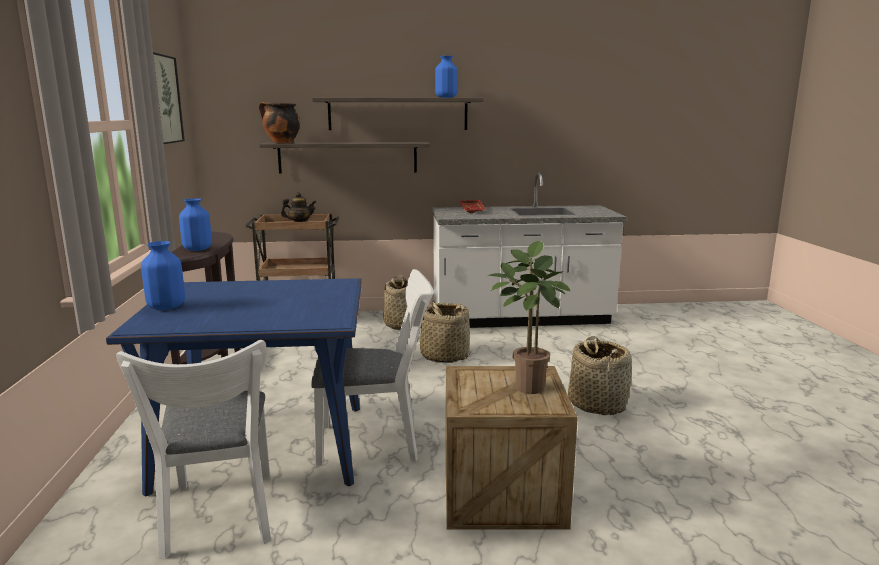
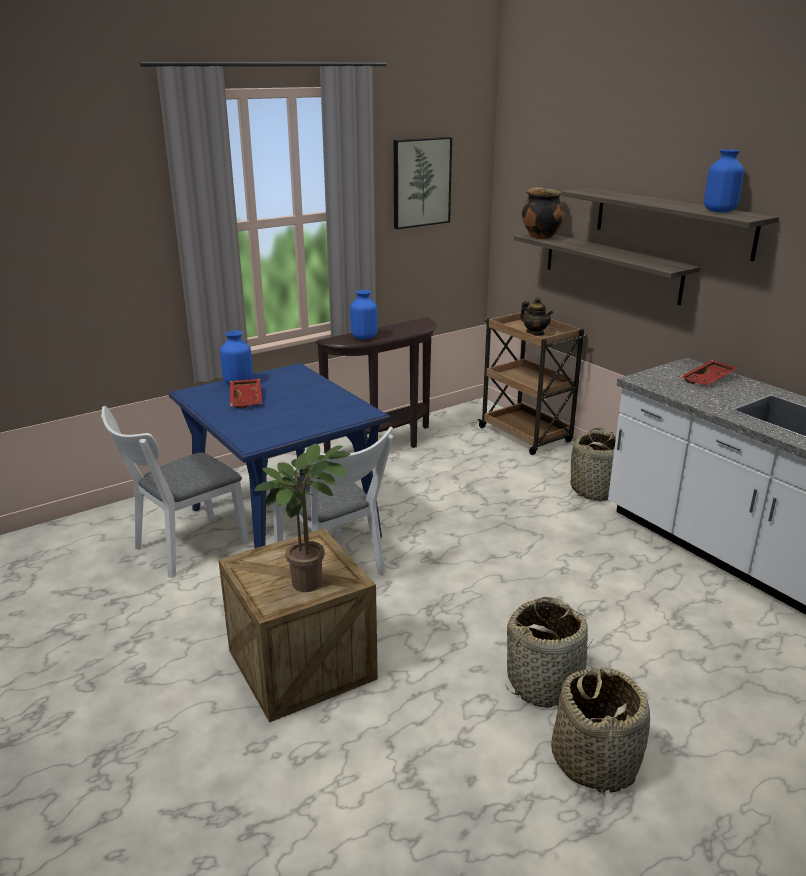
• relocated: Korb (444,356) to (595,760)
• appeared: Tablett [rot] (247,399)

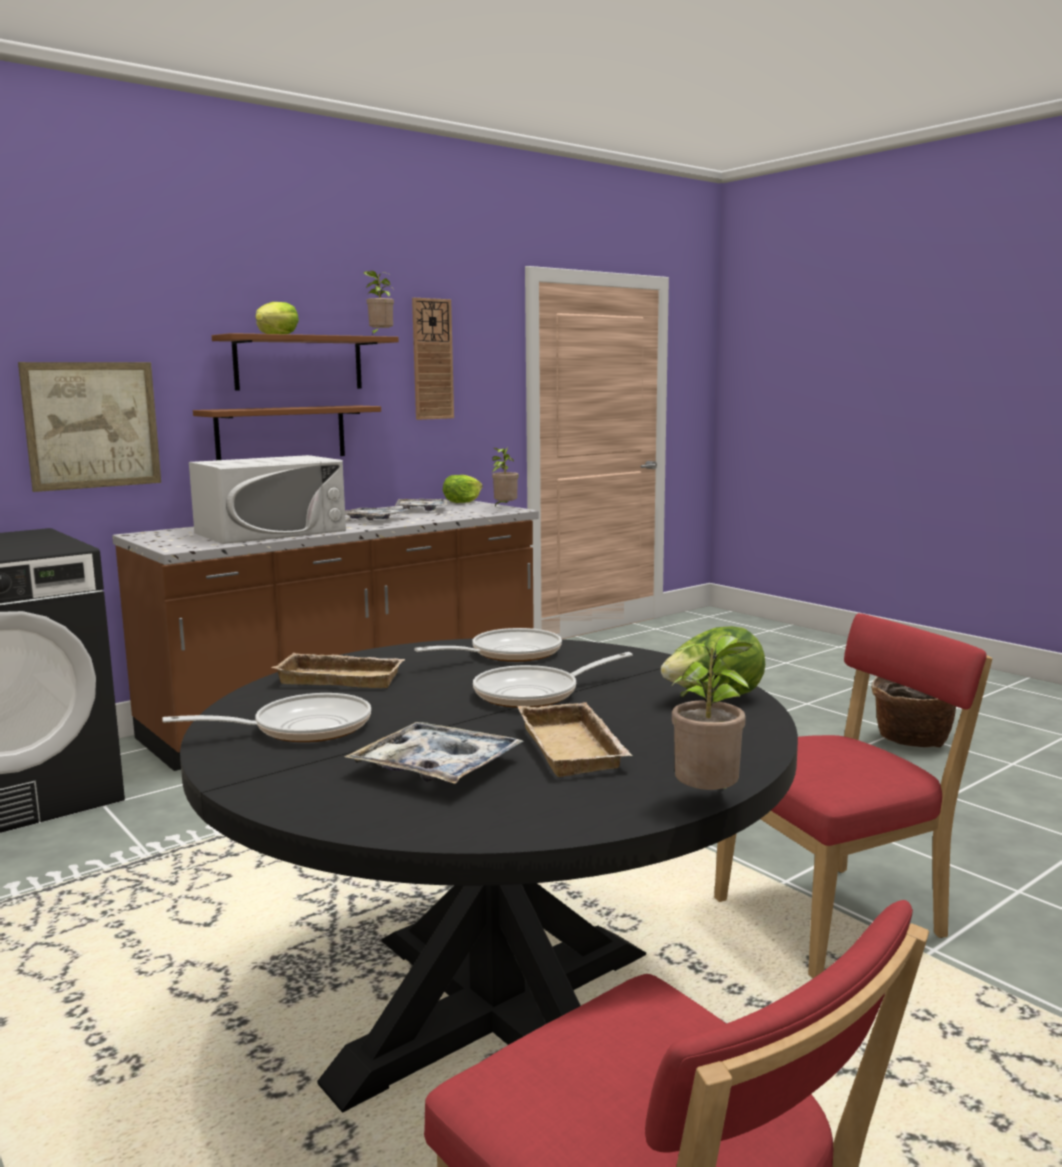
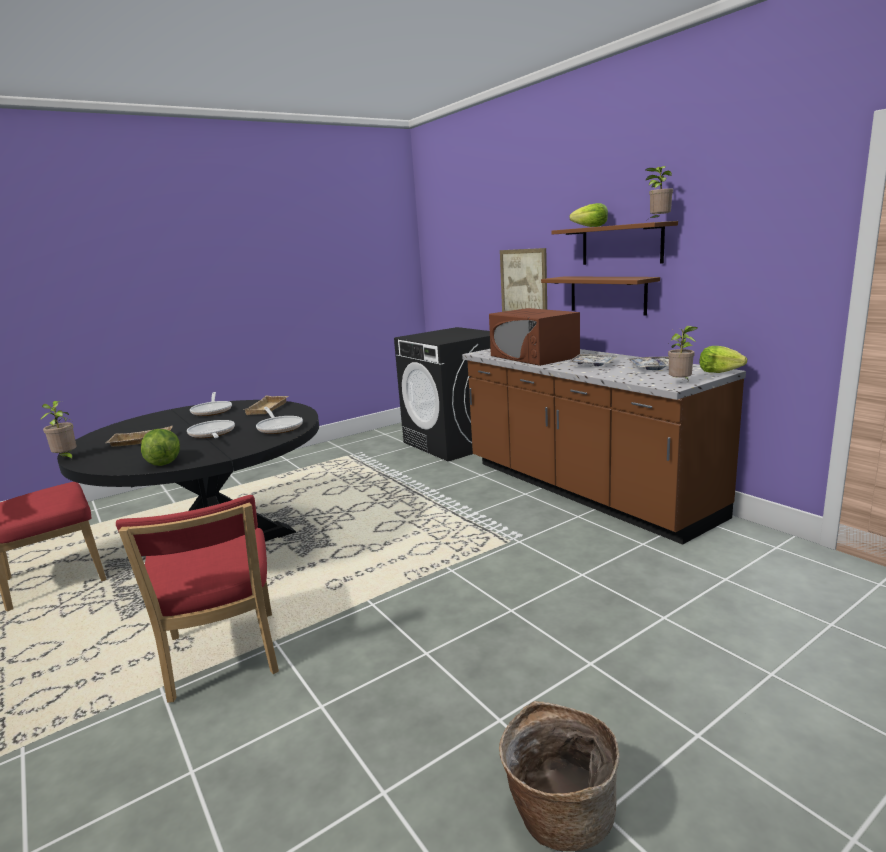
• missing: Wanduhr (432,359)
• colour: Mikrowelle [weiß] (271,532) to Mikrowelle [braun] (534,356)
• missing: Tablett (436,767)

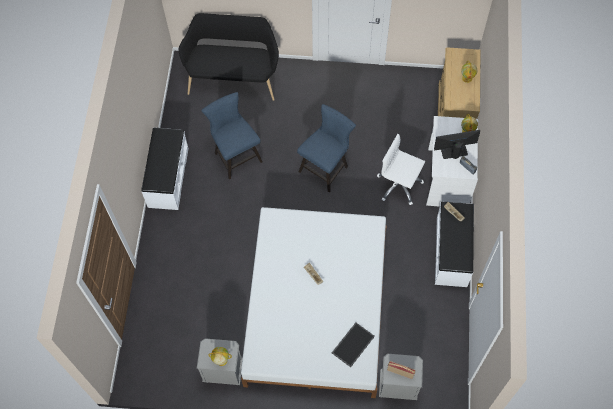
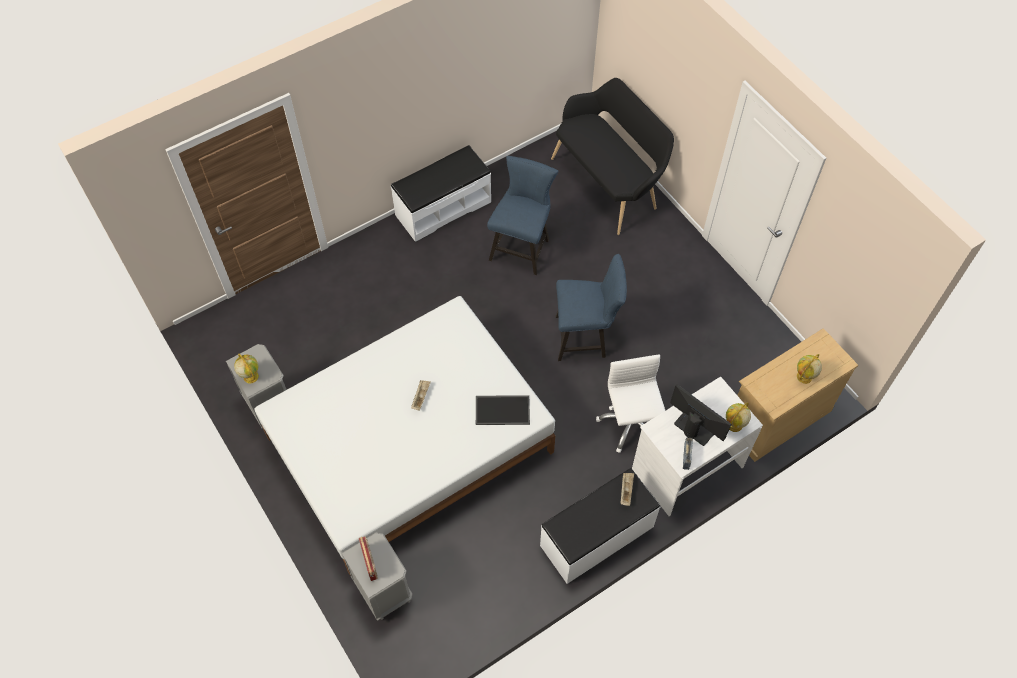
• relocated: Tablett (352,344) to (503,409)

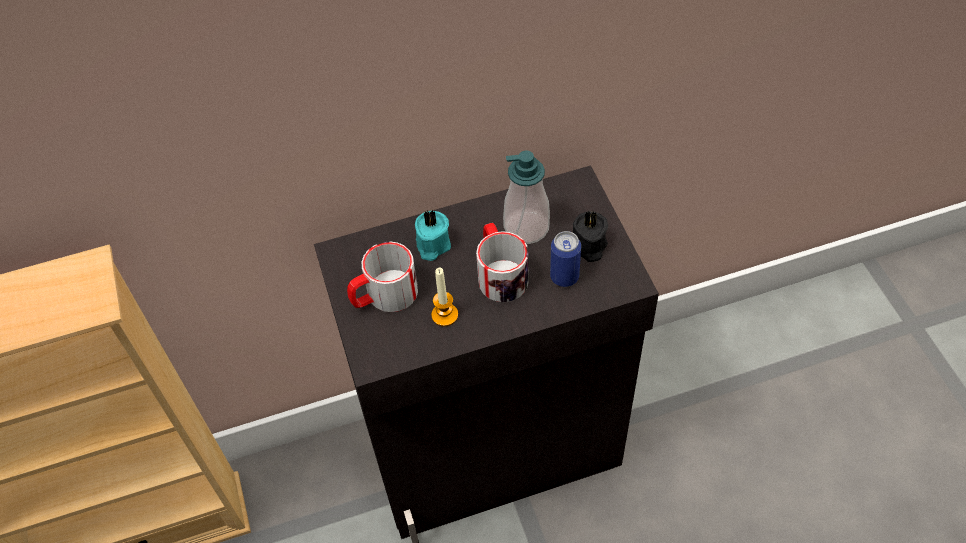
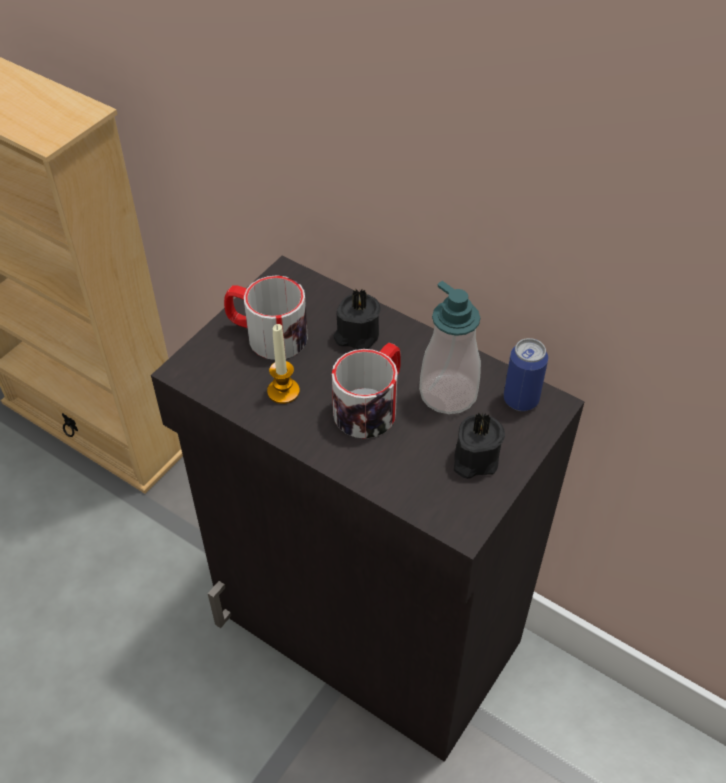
• colour: Kerze [türkis] (432,245) to Kerze [schwarz] (356,335)
• relocated: Dose (564,277) to (521,400)

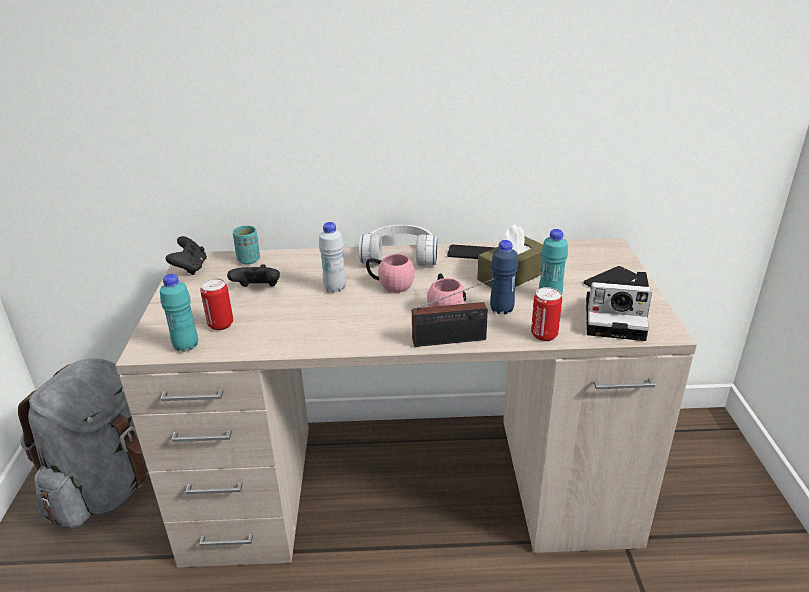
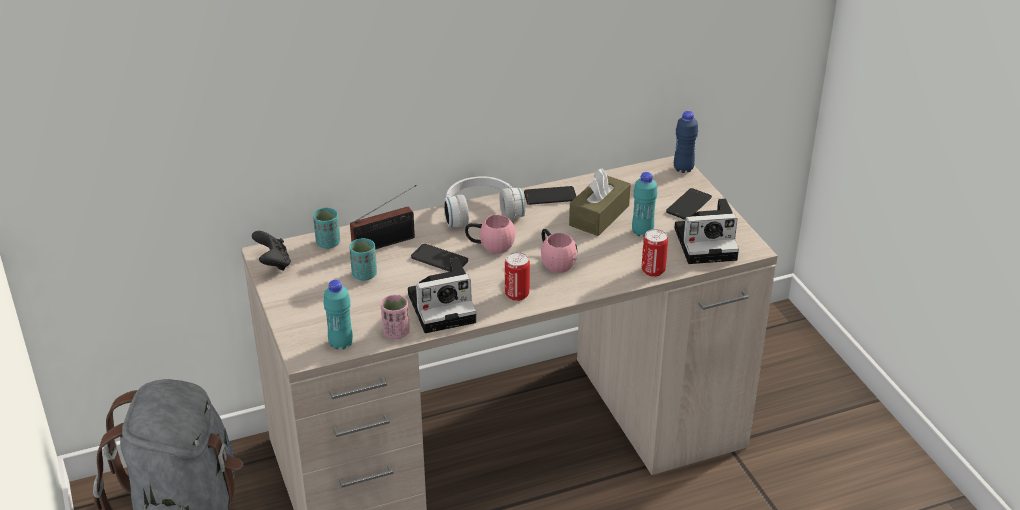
• exchanged: Flasche [weiß] (335,288) to Handy (439,259)
• relocated: Flasche [blau] (501,309) to (683,169)
• exchanged: Gamepad [schwarz] (258,290) to Tasse [türkis] (364,275)
• relocated: Dose (220,324) to (517,294)
• relocated: Radio (453,340) to (387,243)
• appeared: Kamera (444,307)
• appeared: Tasse [rosa] (396,332)

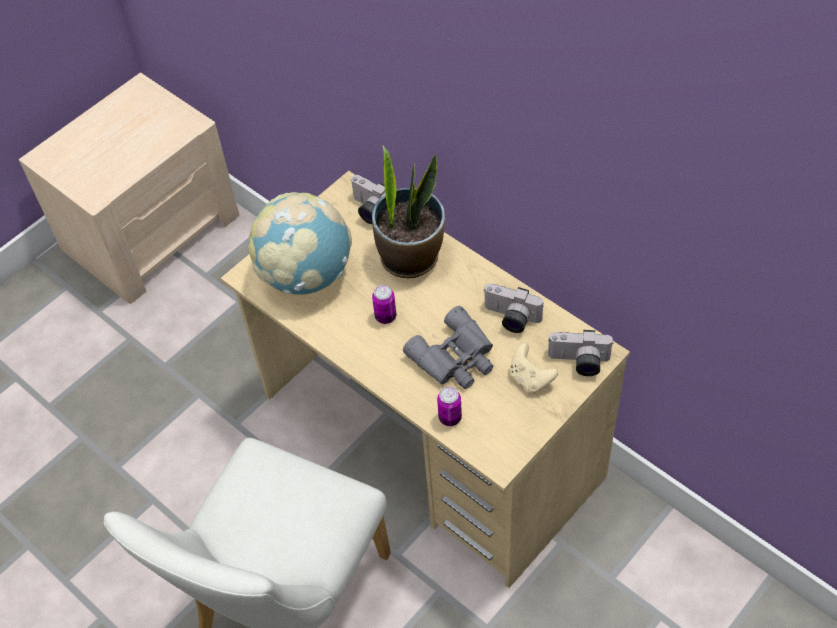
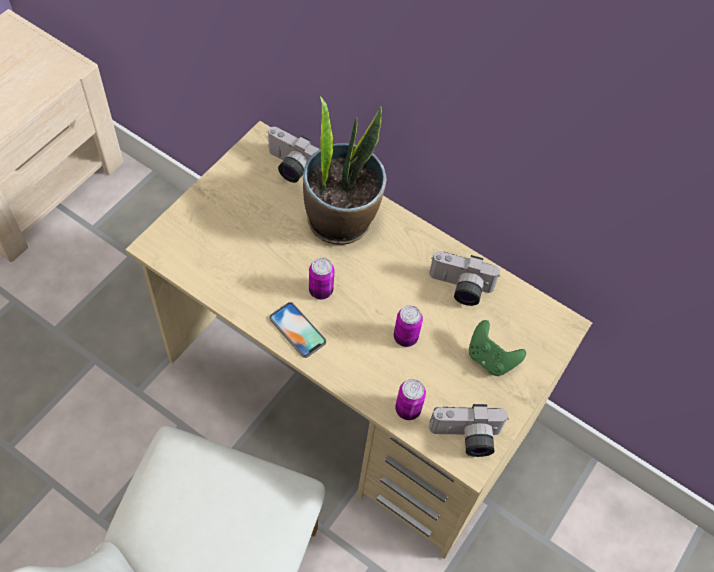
• missing: Globus (306,275)
• exchanged: Fernglas [grau] (456,358) to Dose (405,337)
• relocated: Kamera (579,363) to (465,438)
• colour: Gamepad [beige] (530,378) to Gamepad [grün] (490,358)
• appeared: Handy (297,330)

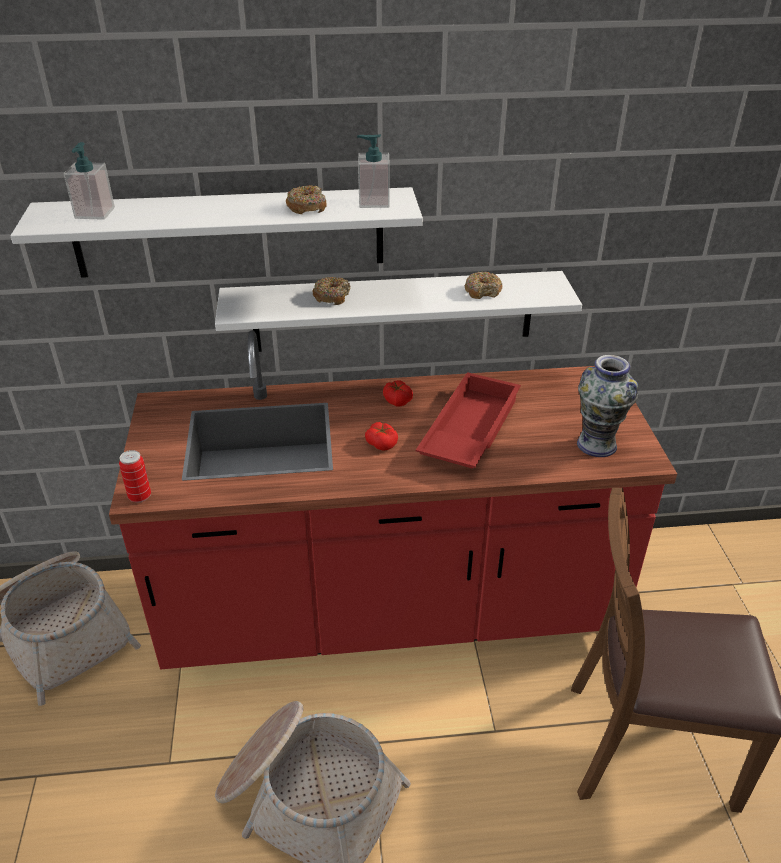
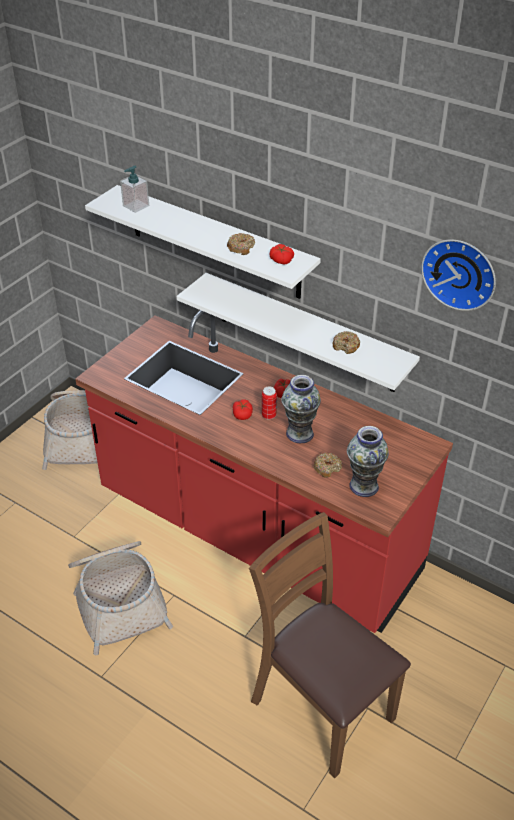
• exchanged: Seifenspender (374,202) to Tomate (281,260)
• relocated: Donut (332,296) to (327,468)
• exchanged: Tablett [rot] (468,430) to Vase (300,433)
• relocated: Dose (140,496) to (269,415)
• appeared: Wanduhr (460,272)

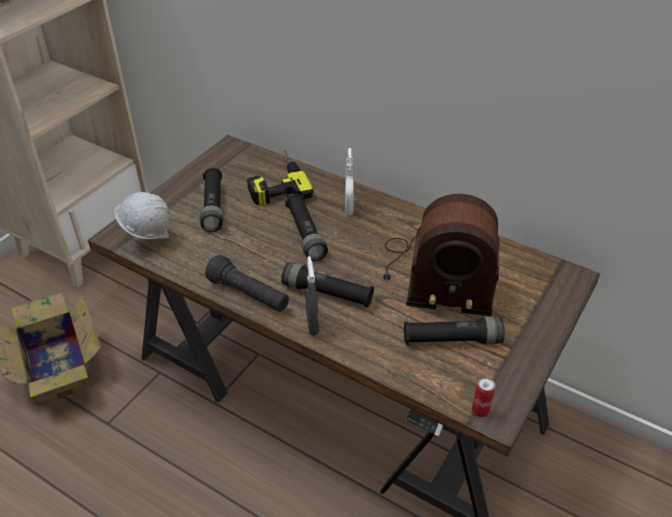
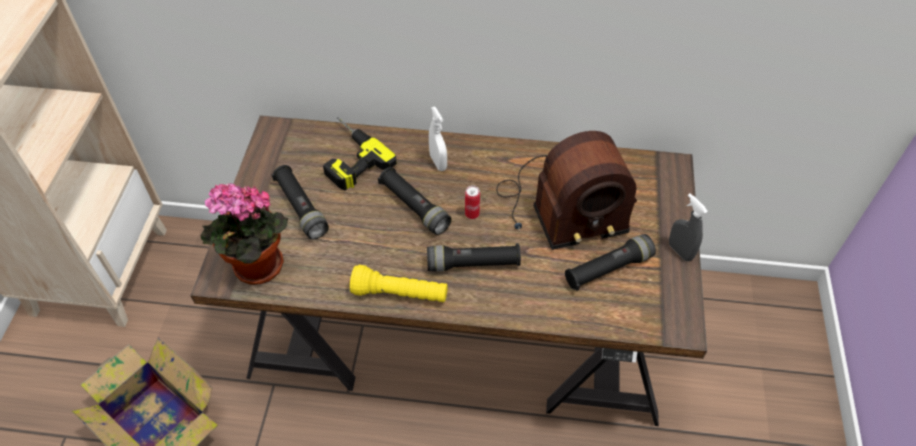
• exchanged: Schutzhelm [weiß] (148,238) to Topfpflanze (256,269)
• colour: Taschenlampe [schwarz] (249,295) to Taschenlampe [gelb] (400,294)
• relocated: Sprühflasche [grau] (312,325) to (680,251)
• relocated: Dose (480,411) to (472,214)

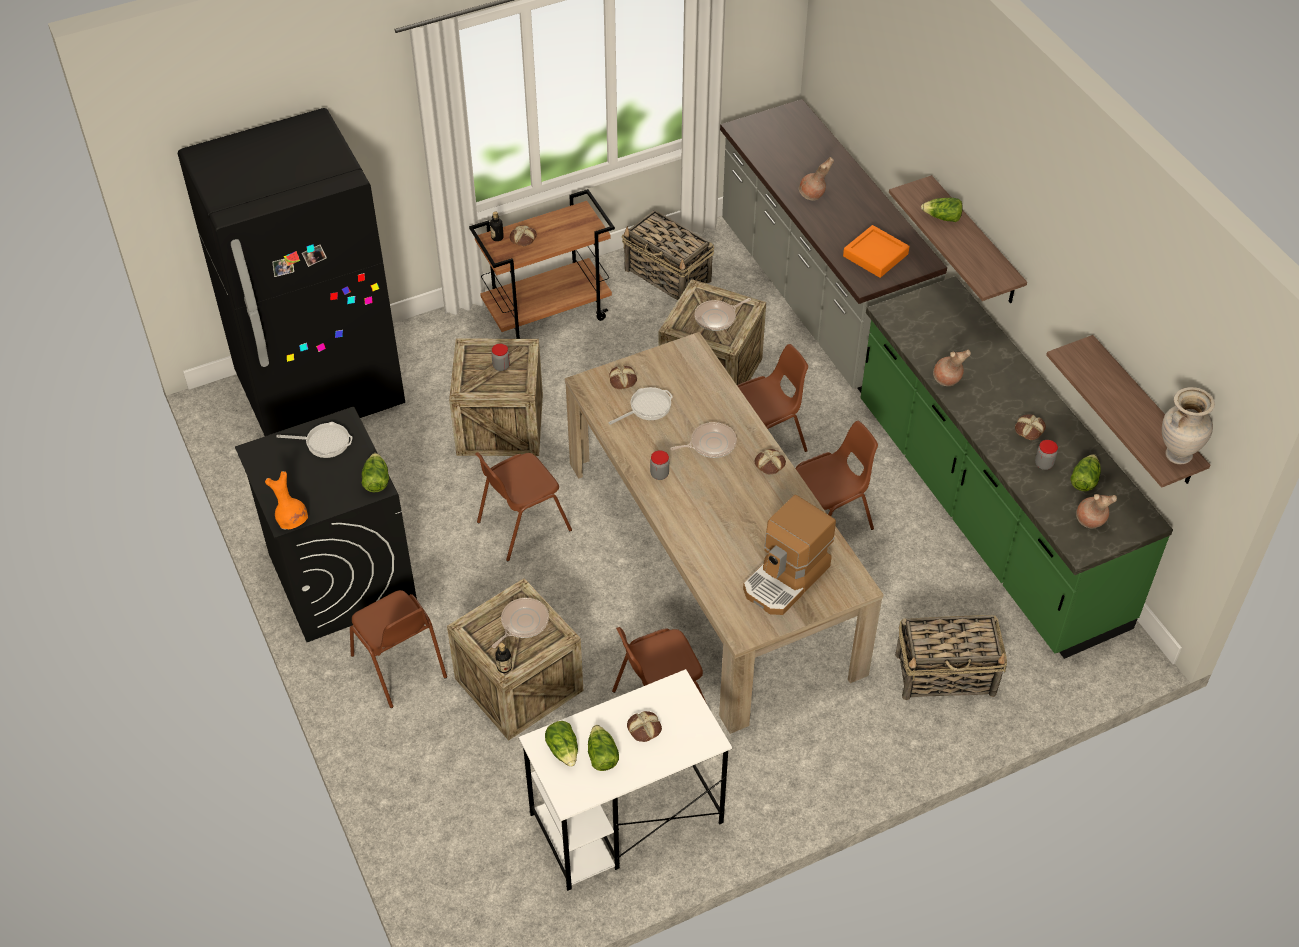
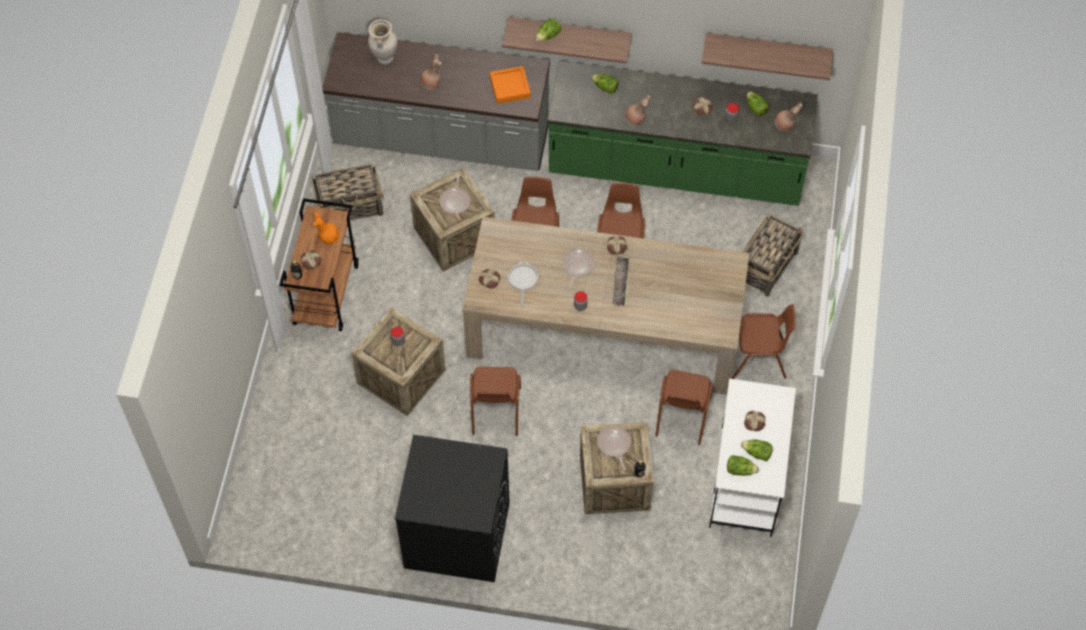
• missing: Kühlschrank [schwarz] (321,392)
• relocated: Vase [beige] (1177,455) to (384,58)
• missing: Pfanne (324,442)
• relocated: Salatkopf (376,480) to (605,88)
• relocated: Vase [orange] (292,520) to (329,237)
• missing: Kaffeemaschine (786,579)
• relocated: Stuhl [braun] (399,667) to (758,359)
• appeared: Tablett (621,282)

